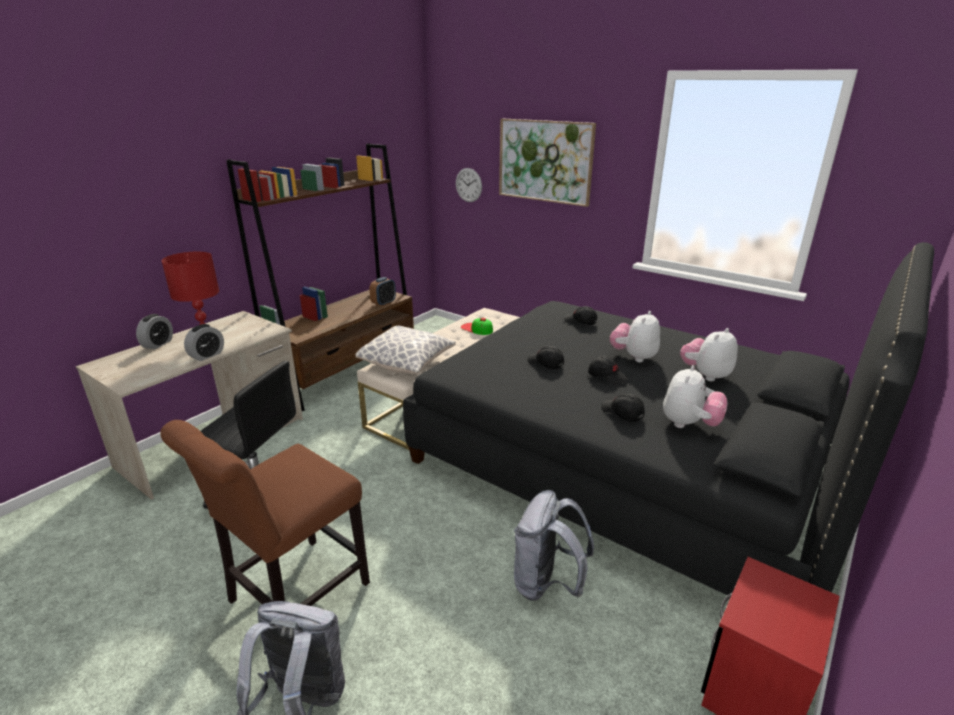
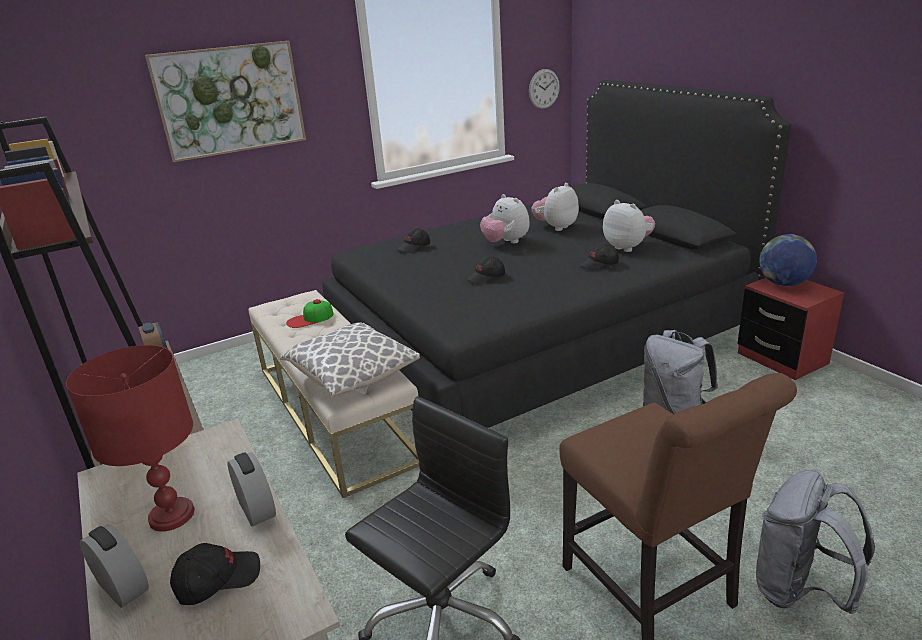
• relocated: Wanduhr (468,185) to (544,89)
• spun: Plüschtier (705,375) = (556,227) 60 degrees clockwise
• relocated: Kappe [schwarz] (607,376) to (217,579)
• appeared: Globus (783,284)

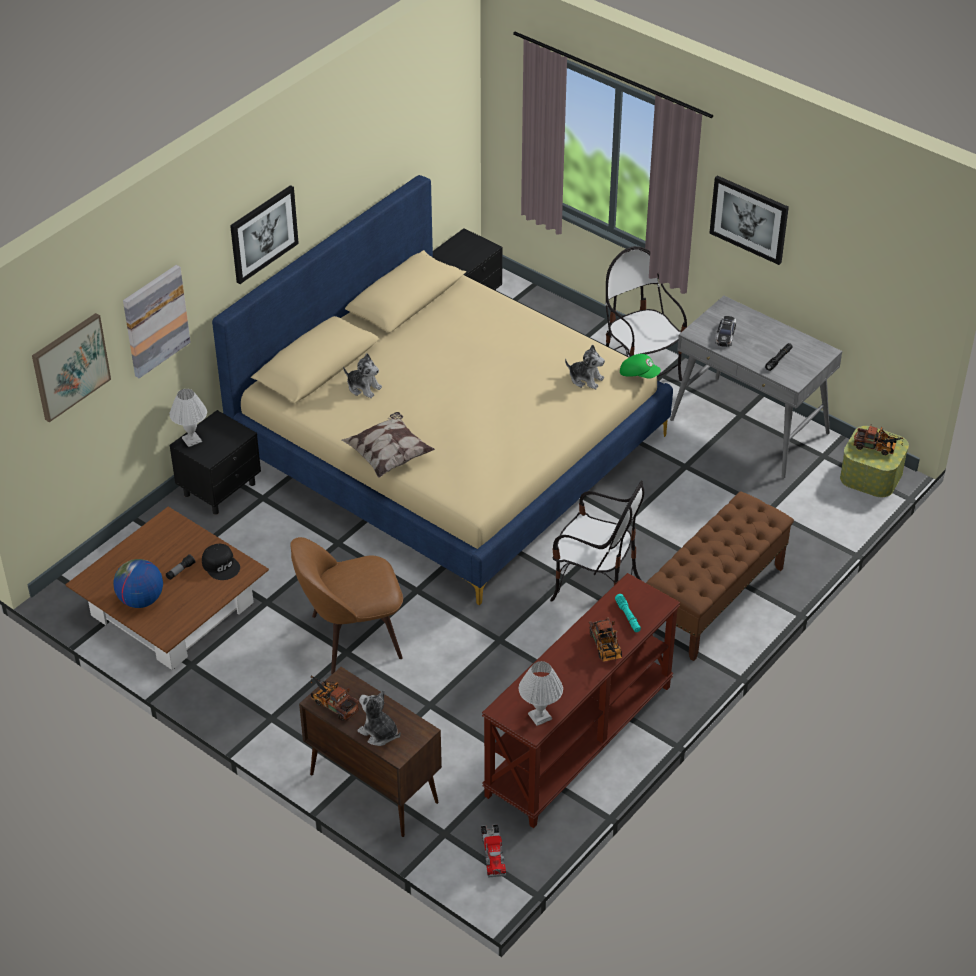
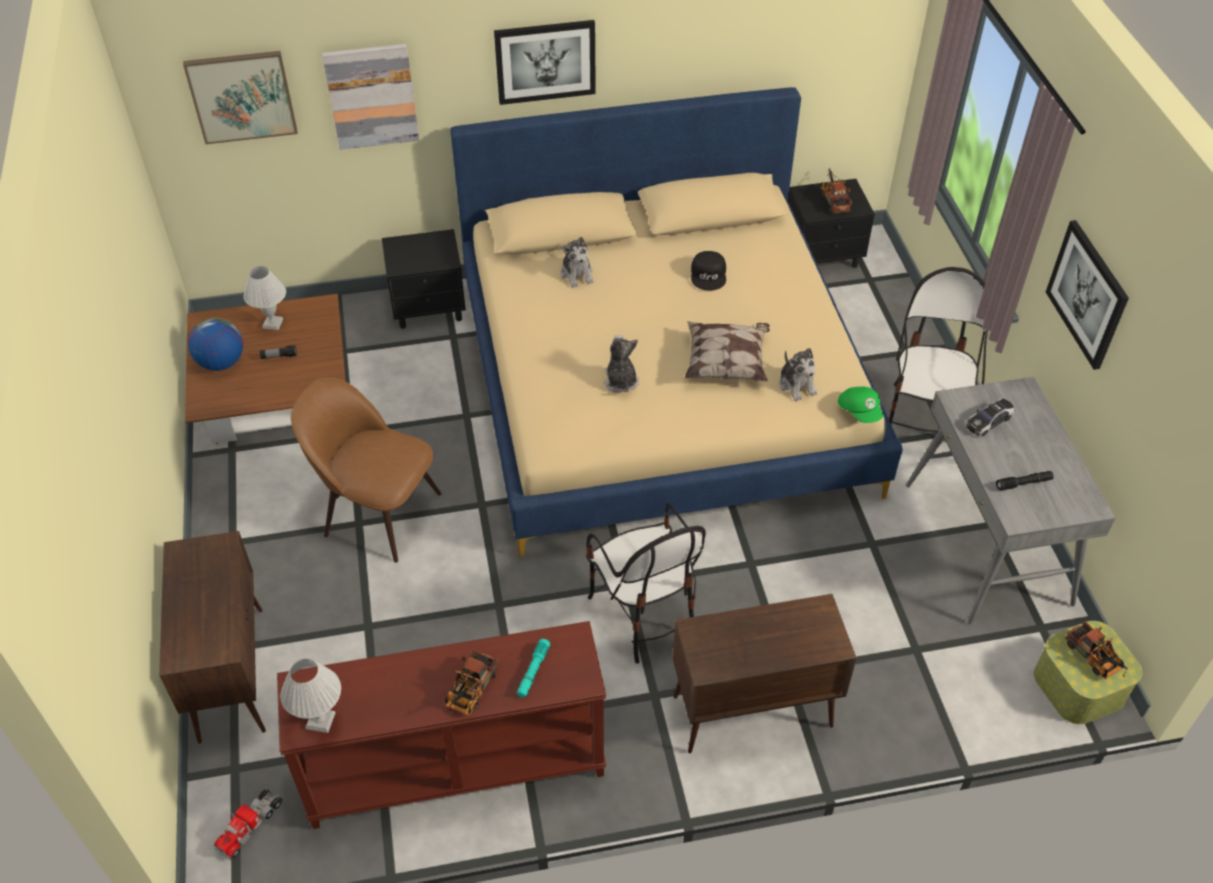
• relocated: Tischlampe [weiß] (191,440) to (272,323)
• relocated: Kissen (389,456) to (726,364)
• exchanged: Bank [braun] (714,601) to Schrank [braun] (751,712)
• relocated: Kappe [schwarz] (221,565) to (709,275)
• relocated: Spielzeuglaster (332,704) to (834,199)
• relocated: Plüschtier (379,733) to (620,381)

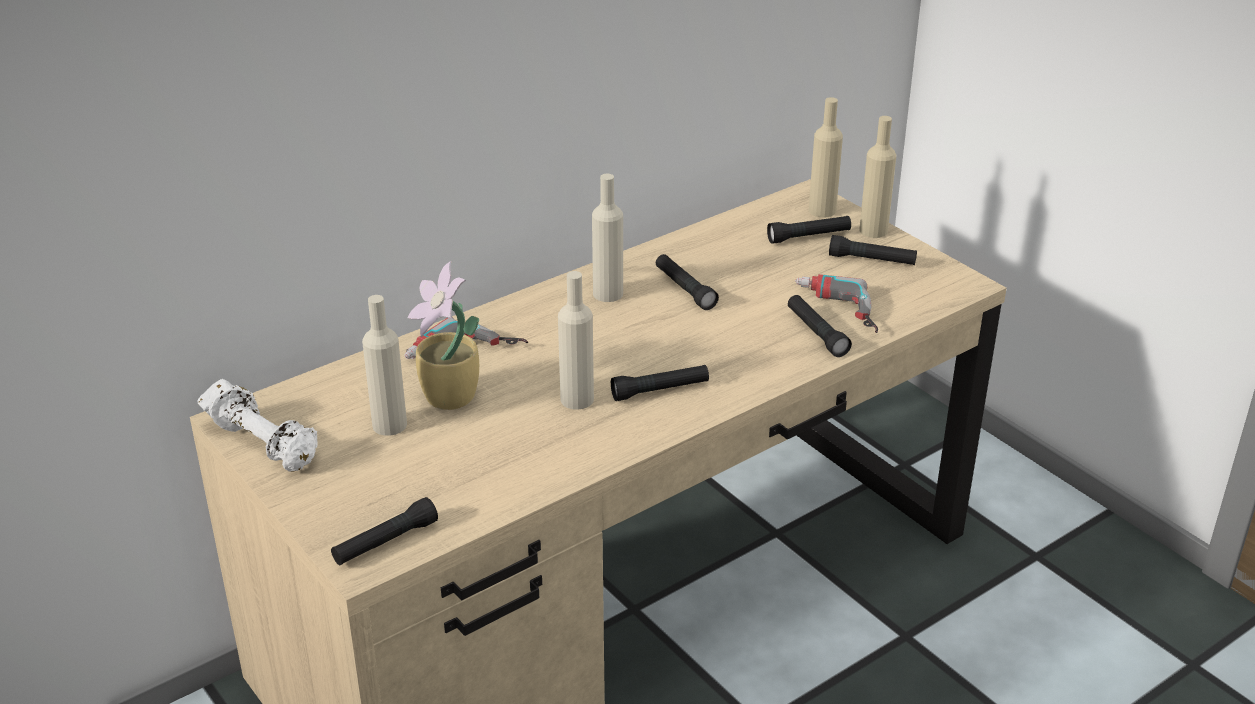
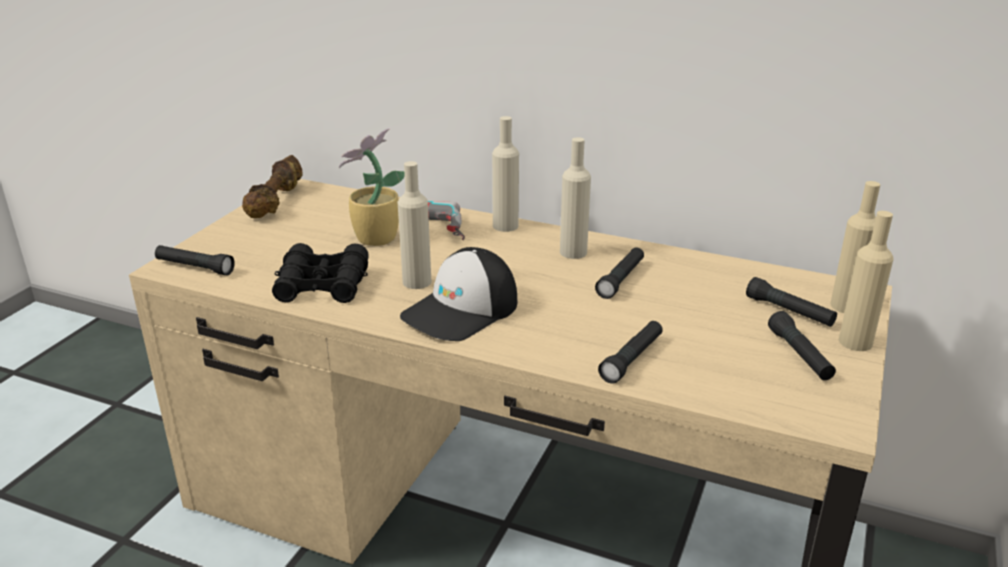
• missing: Bohrmaschine (835,311)
• relocated: Flasche [beige] (389,425) to (505,226)
• exchanged: Taschenlampe [schwarz] (660,390) to Kappe (461,311)
• colour: Hantel [weiß] (264,443) to Hantel [braun] (277,202)
• appeared: Fernglas [schwarz] (323,285)

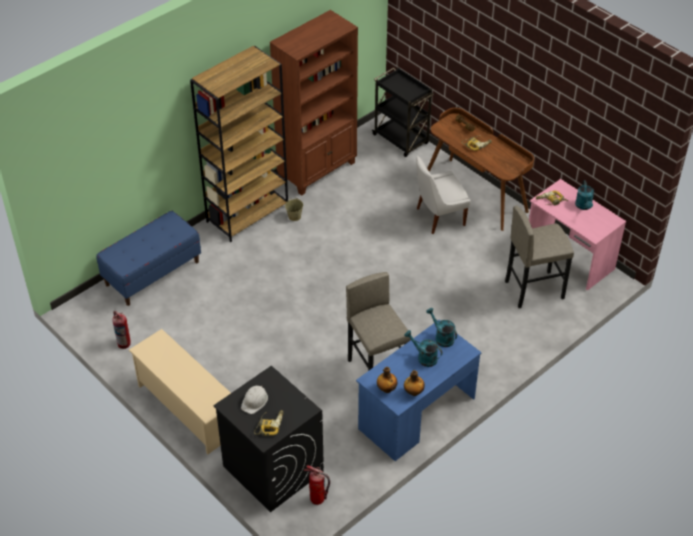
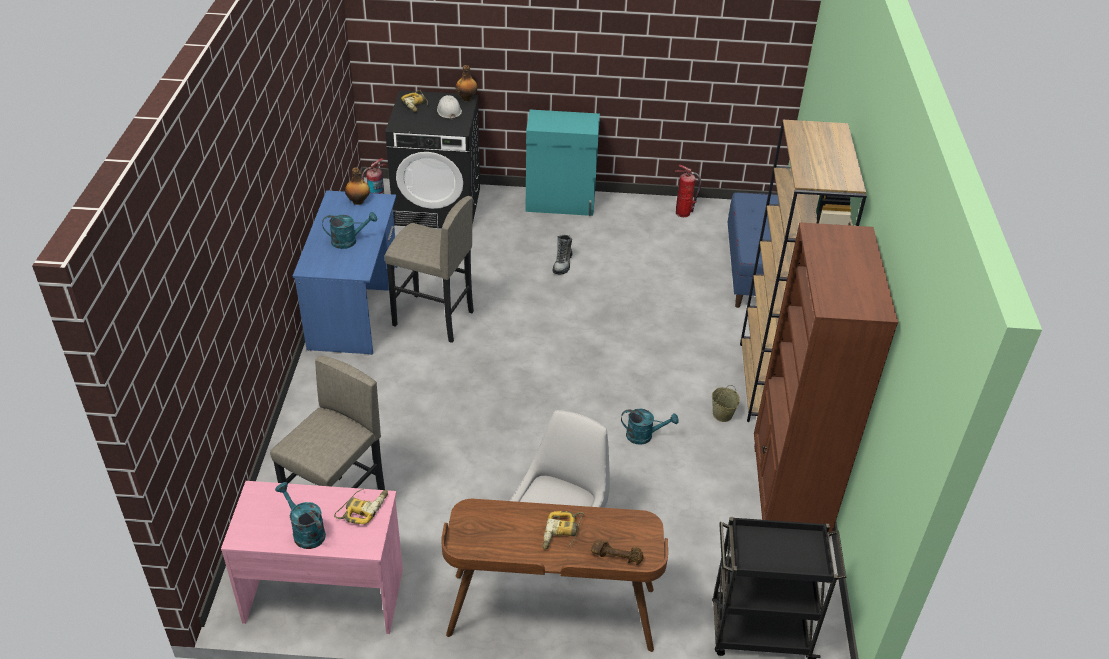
• relocated: Gießkanne [türkis] (441,337) to (644,436)
• exchanged: Schuhregal [beige] (188,409) to Schrank [türkis] (560,204)
• relocated: Flasche (413,392) to (467,98)
• appeared: Stiefel (562,264)

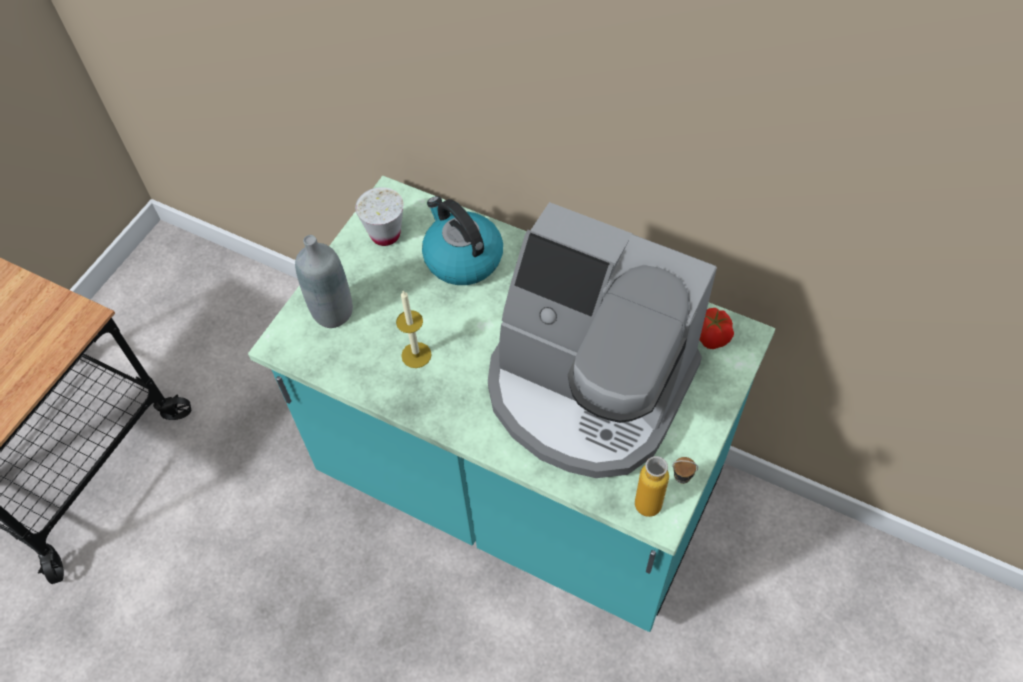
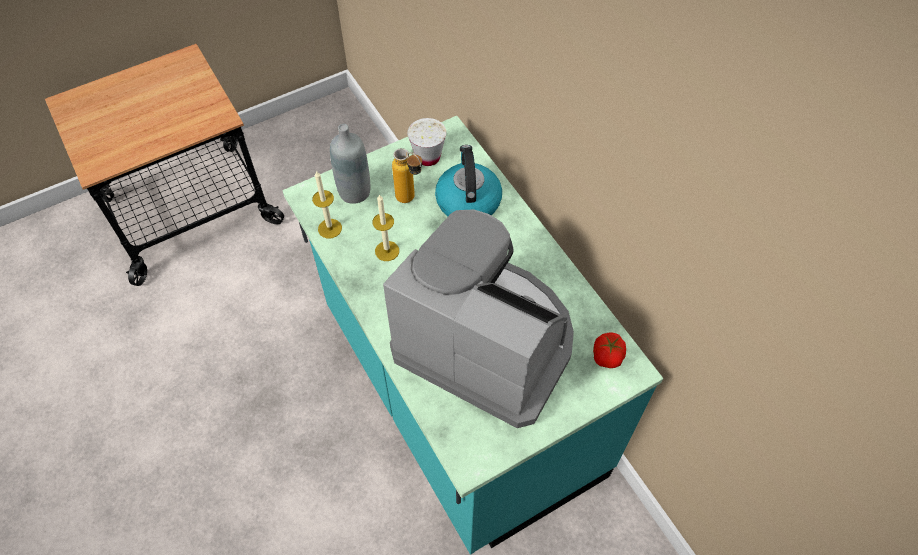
• spun: Kaffeemaschine (588,388) = (487,341) 150 degrees clockwise
• relocated: Flasche (659,506) to (410,201)
• appeared: Kerze (330,228)

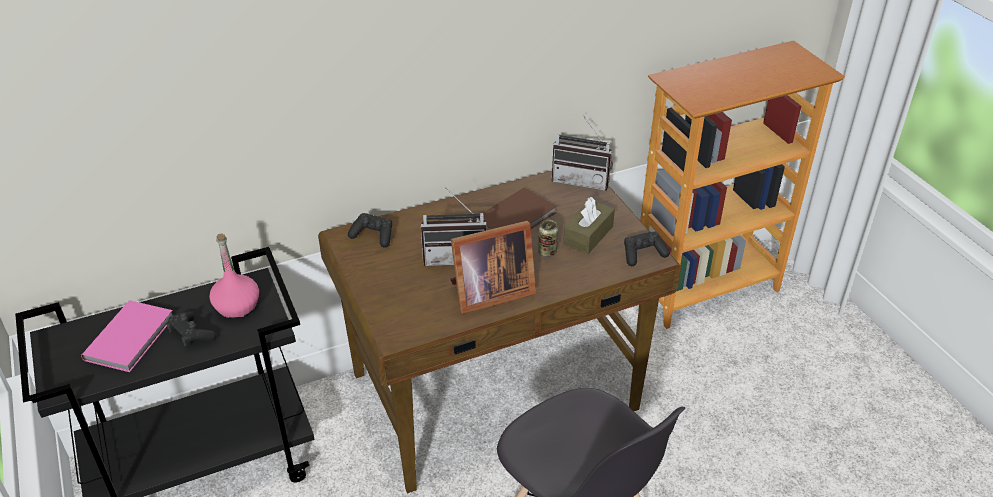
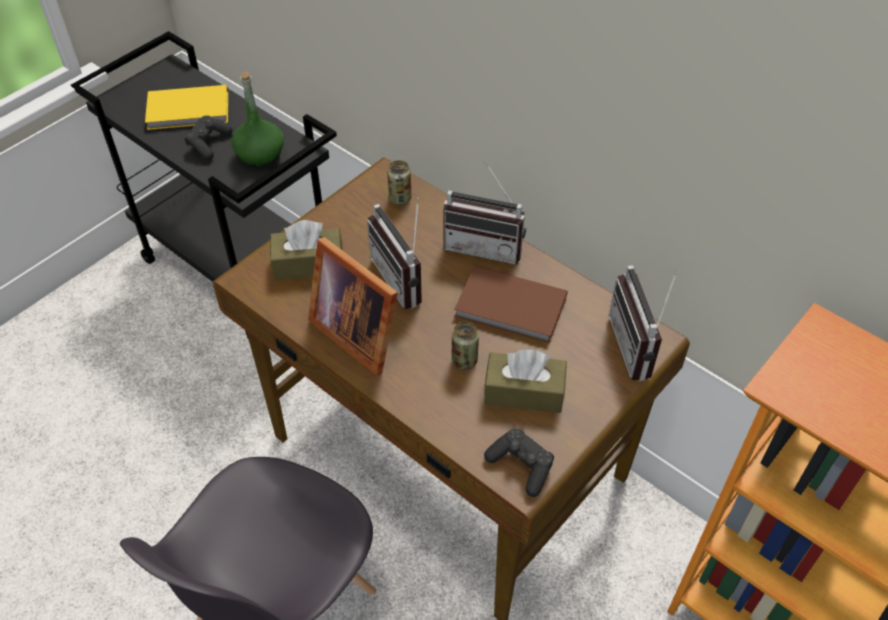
• exchanged: Gamepad [schwarz] (373,236) to Dose (400,198)
• colour: Flasche [rosa] (237,307) to Flasche [grün] (260,155)
• colour: Buch [rosa] (132,337) to Buch [gelb] (189,111)
• appeared: Radio (485,245)
• appeared: Taschentuchbox [braun] (308,264)

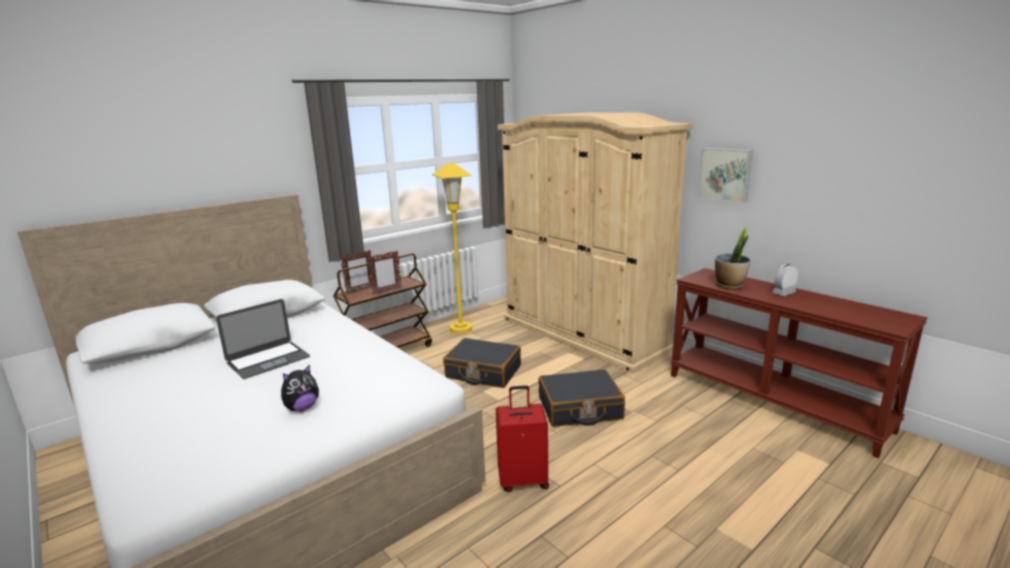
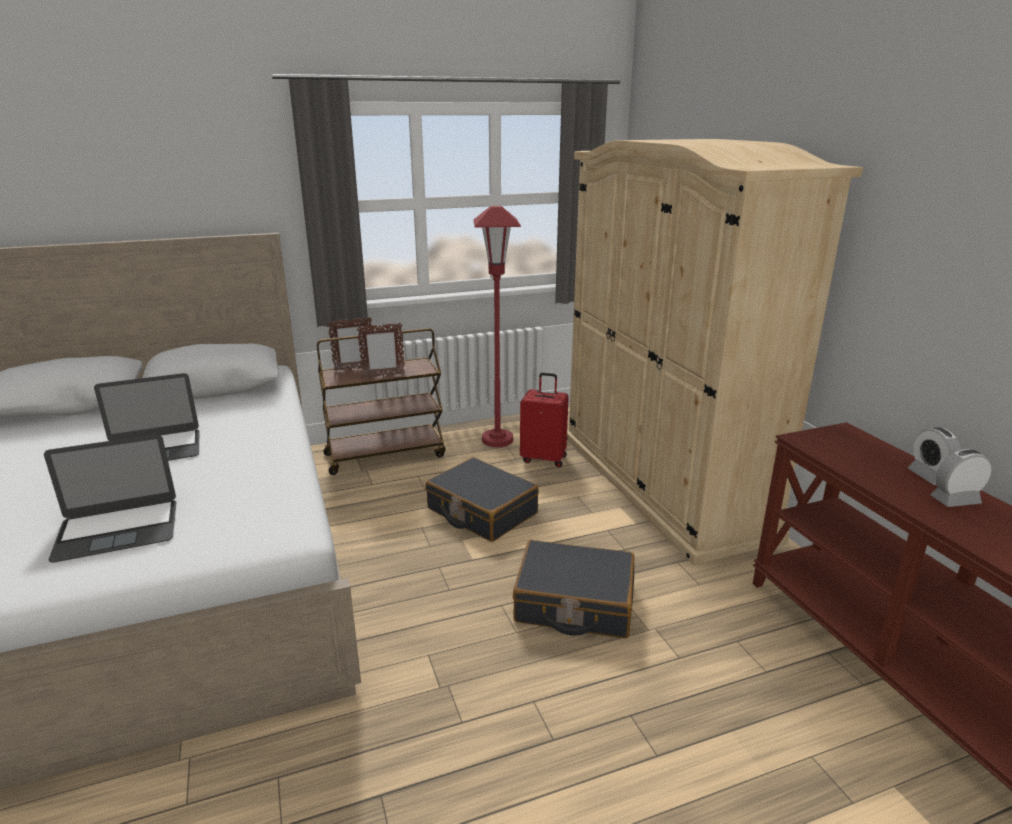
• missing: Bild (725,174)
• colour: Stehlampe [gelb] (461,329) to Stehlampe [rot] (497,440)
• missing: Topfpflanze (729,285)
• exchanged: Plüschtier (302,408) to Laptop (117,530)
• relocated: Koffer [rot] (523,480) to (544,458)
• appeared: Wecker (929,476)

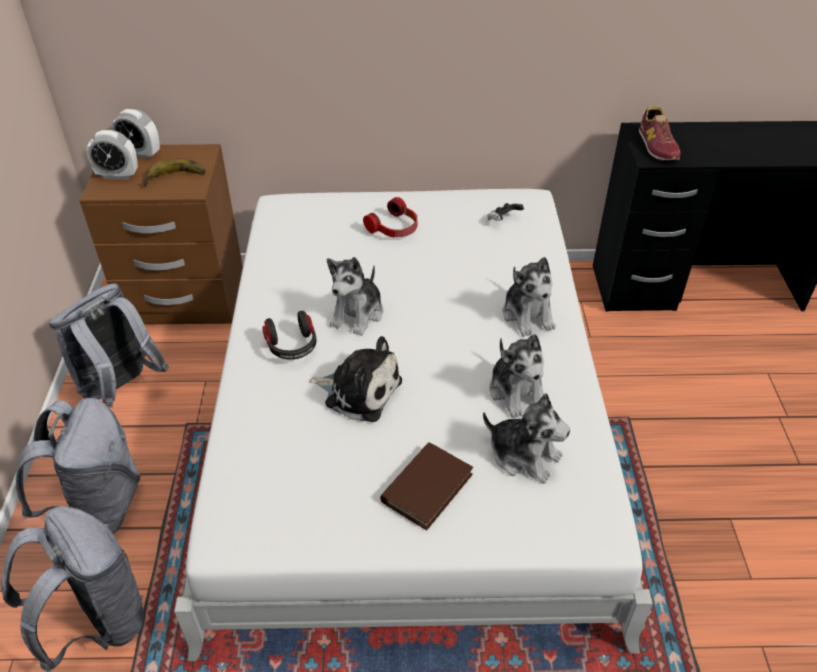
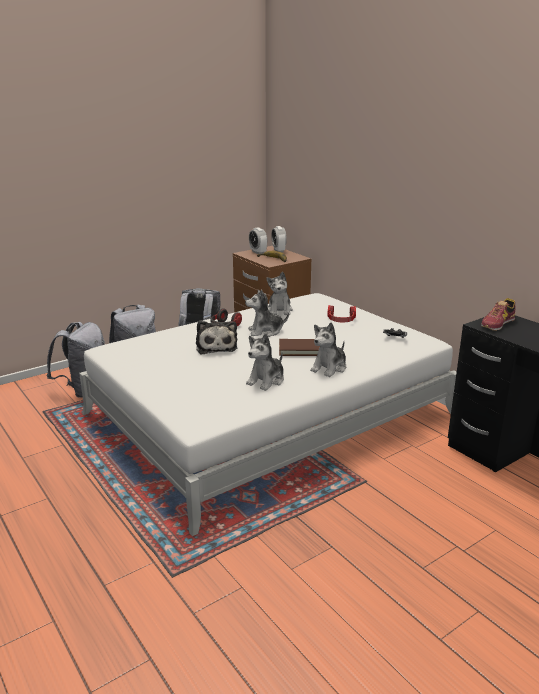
• relocated: Plüschtier (523,455) to (279,310)
• relocated: Buch [braun] (427,488) to (299,350)

